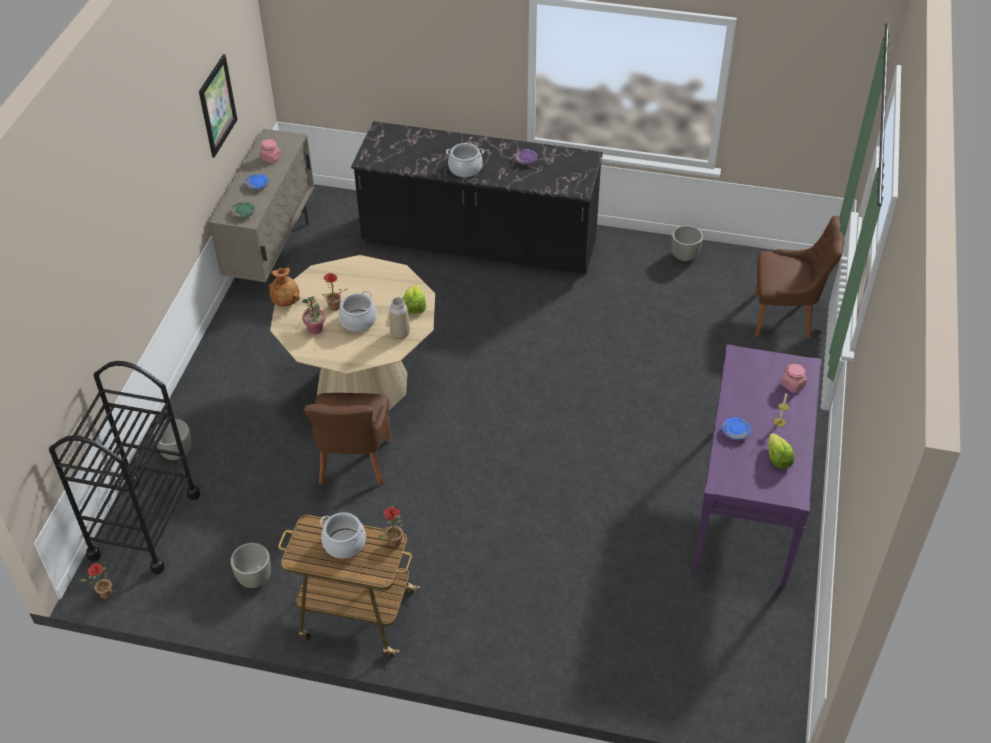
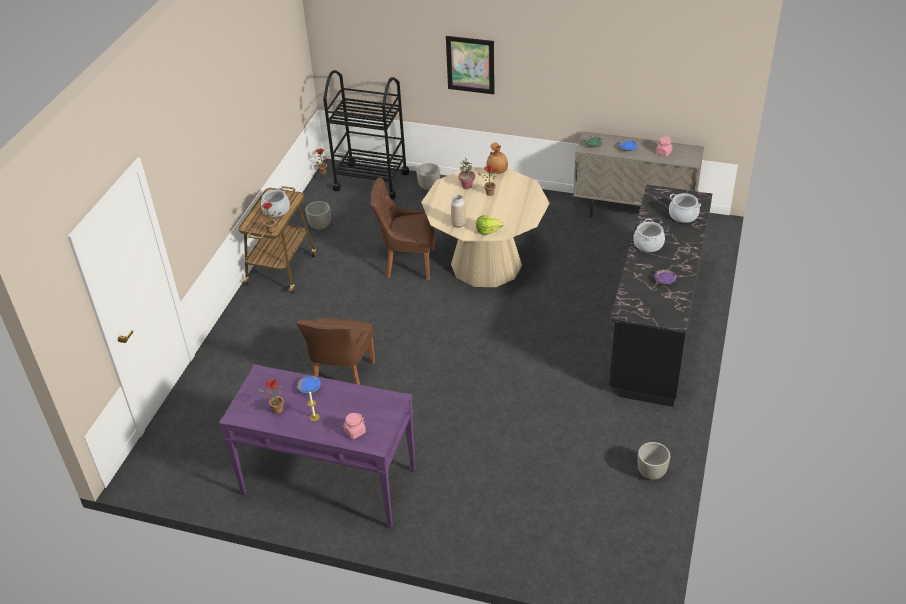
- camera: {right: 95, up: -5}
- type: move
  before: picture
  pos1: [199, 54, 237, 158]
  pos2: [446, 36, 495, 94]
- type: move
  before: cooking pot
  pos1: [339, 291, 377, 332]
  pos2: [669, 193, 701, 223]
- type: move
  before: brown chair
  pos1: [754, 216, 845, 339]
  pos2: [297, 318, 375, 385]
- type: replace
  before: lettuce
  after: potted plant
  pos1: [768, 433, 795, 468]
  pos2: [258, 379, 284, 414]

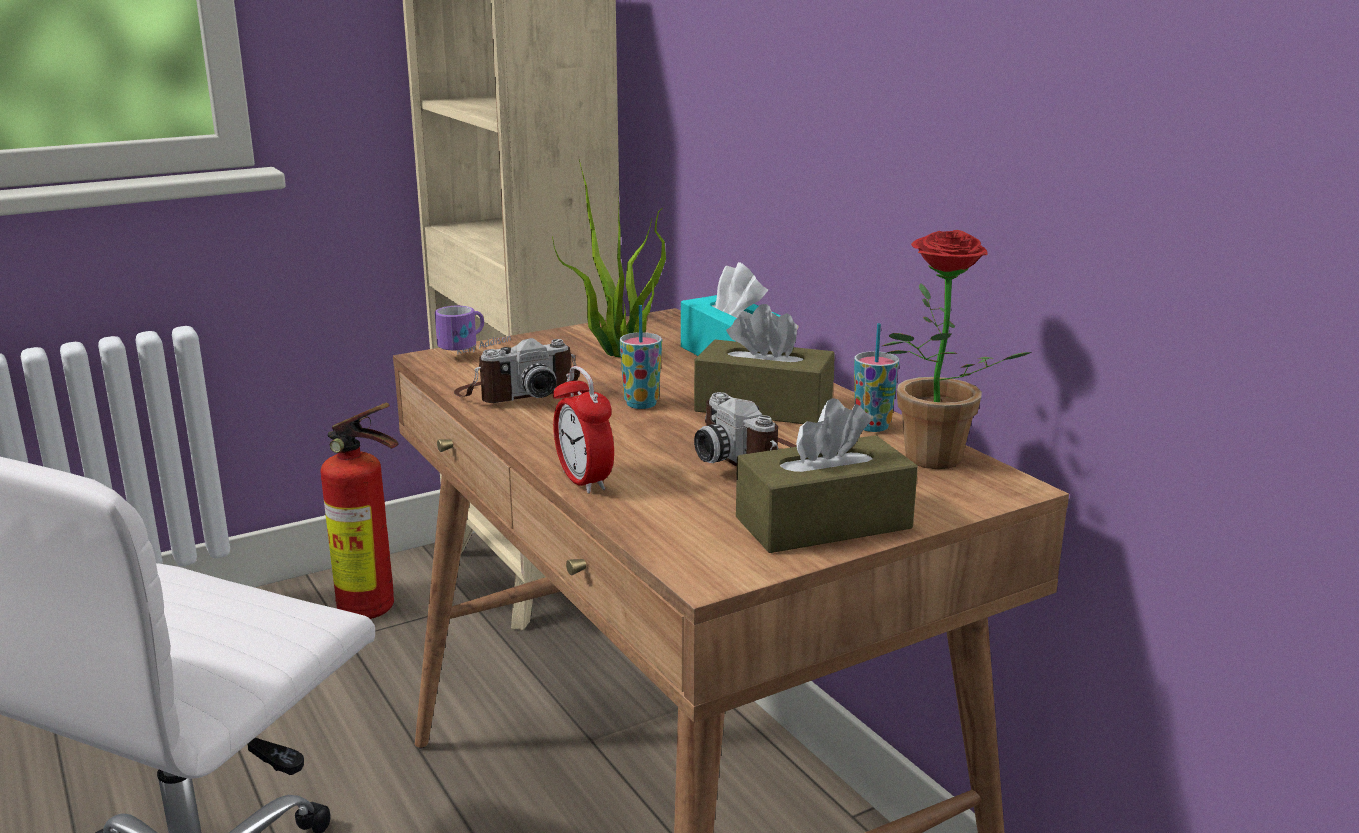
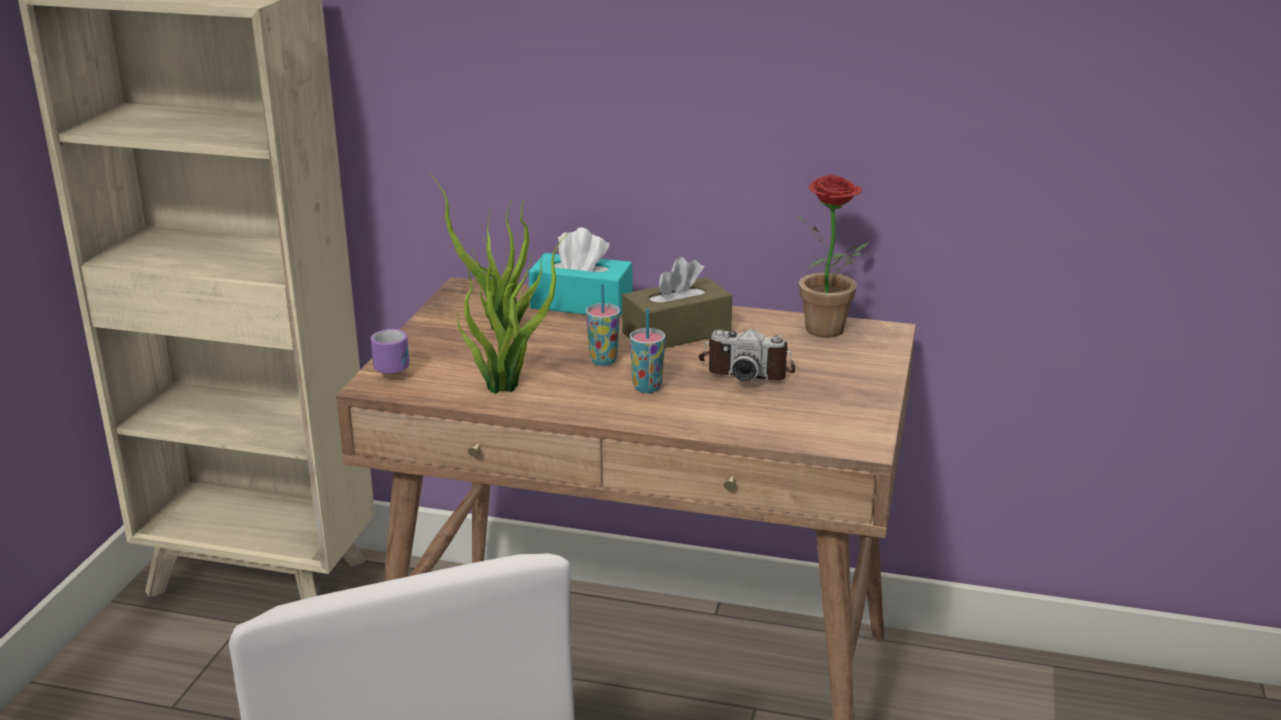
- camera: {right: -45, up: 5}
- type: delete
  before: fire extinguisher
  pos1: [321, 402, 399, 619]
- type: replace
  before: photo camera
  after: potted plant
  pos1: [454, 338, 580, 403]
  pos2: [456, 233, 568, 394]
- type: delete
  before: alarm clock
  pos1: [553, 366, 614, 494]
- type: delete
  before: brown tissue box
  pos1: [736, 398, 918, 553]
- type: move
  before: cup
  pos1: [854, 323, 899, 432]
  pos2: [630, 308, 665, 393]

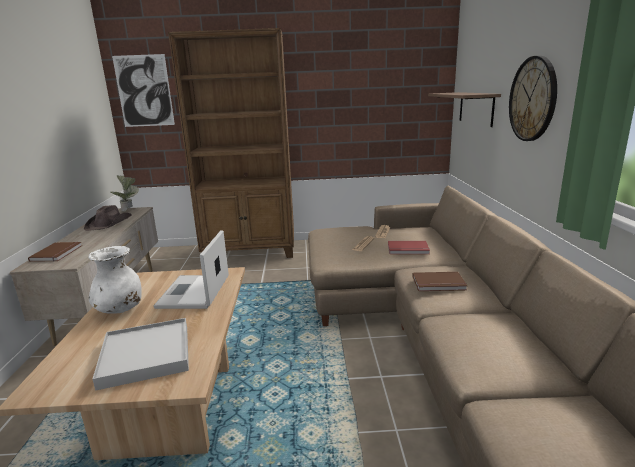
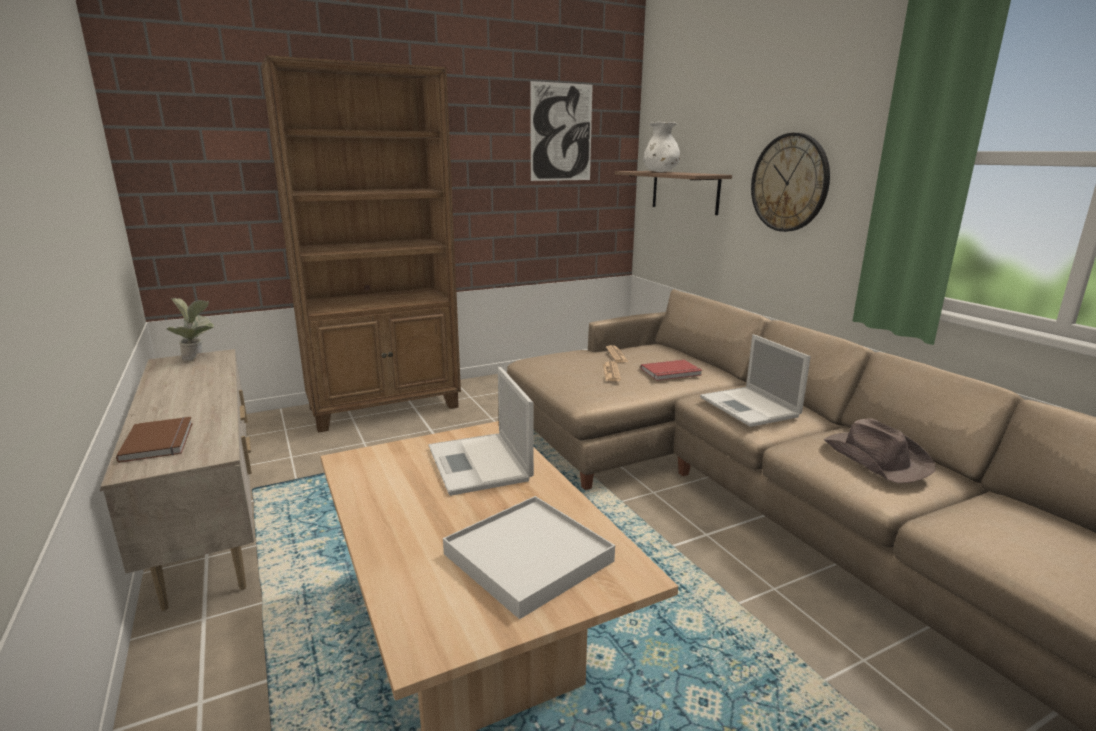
- camera: {right: -25, up: 0}
- type: move
  before: brown hat
  pos1: [84, 205, 132, 231]
  pos2: [823, 418, 935, 483]
- type: move
  before: white vase
  pos1: [88, 246, 142, 314]
  pos2: [643, 122, 680, 172]
- type: move
  before: picture
  pos1: [112, 54, 175, 127]
  pos2: [530, 81, 593, 181]
- type: replace
  before: brown book
  after: laptop
  pos1: [412, 272, 467, 291]
  pos2: [700, 334, 811, 427]

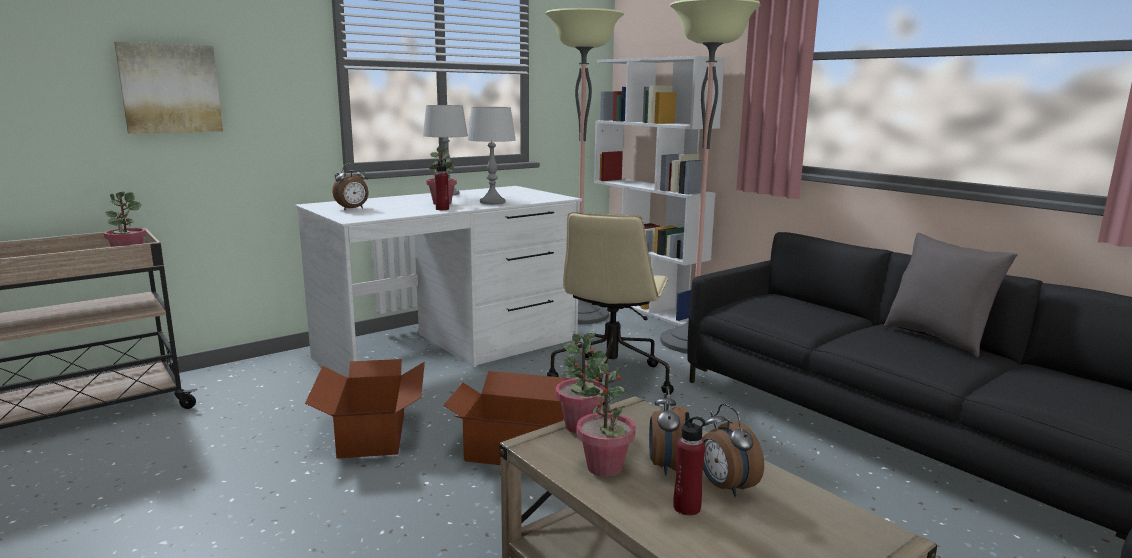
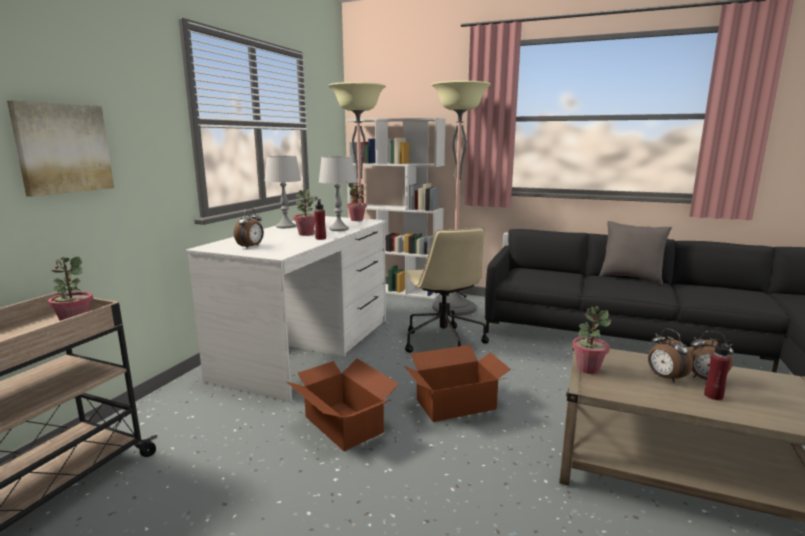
- camera: {right: -30, up: 0}
- type: move
  before: potted plant
  pos1: [577, 363, 635, 477]
  pos2: [347, 182, 367, 221]

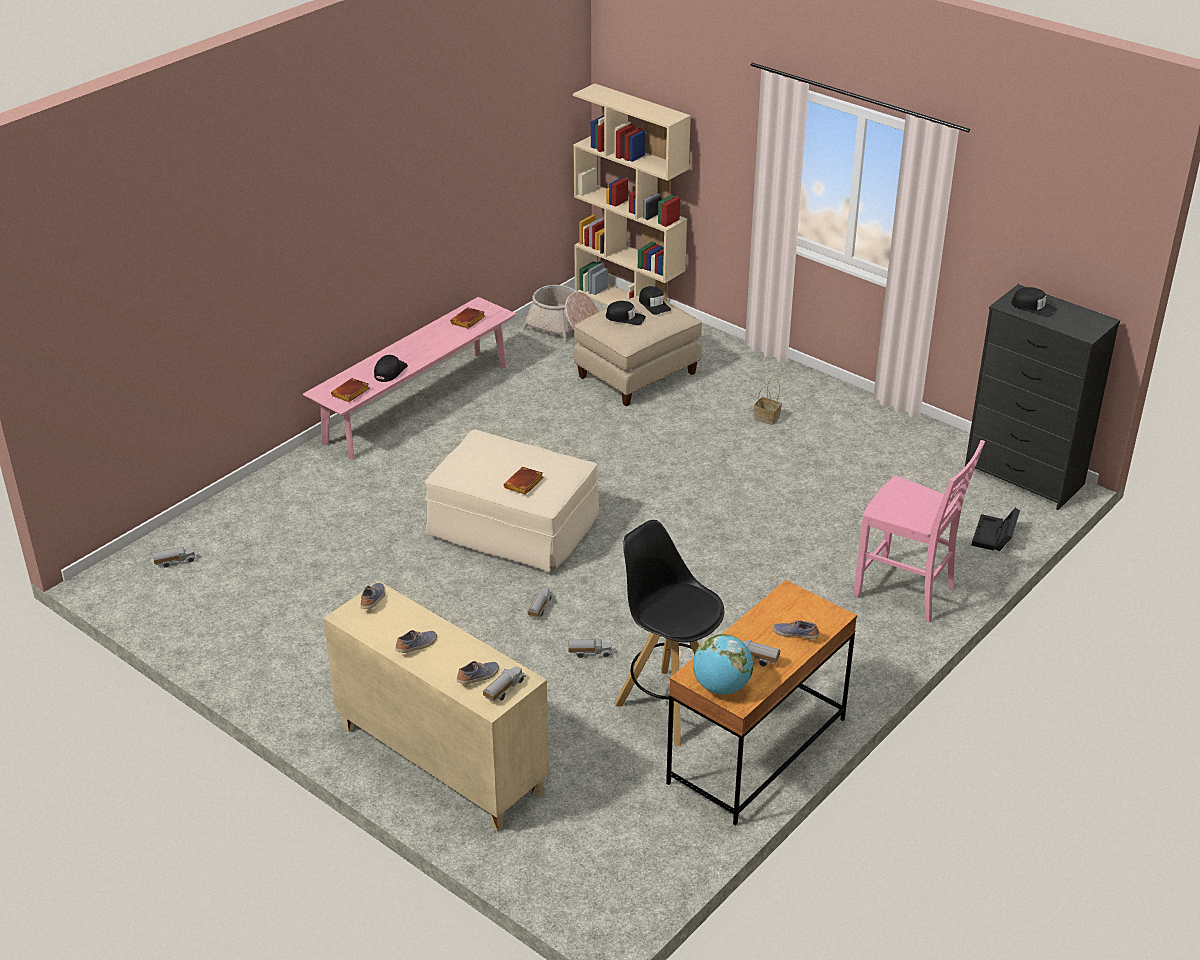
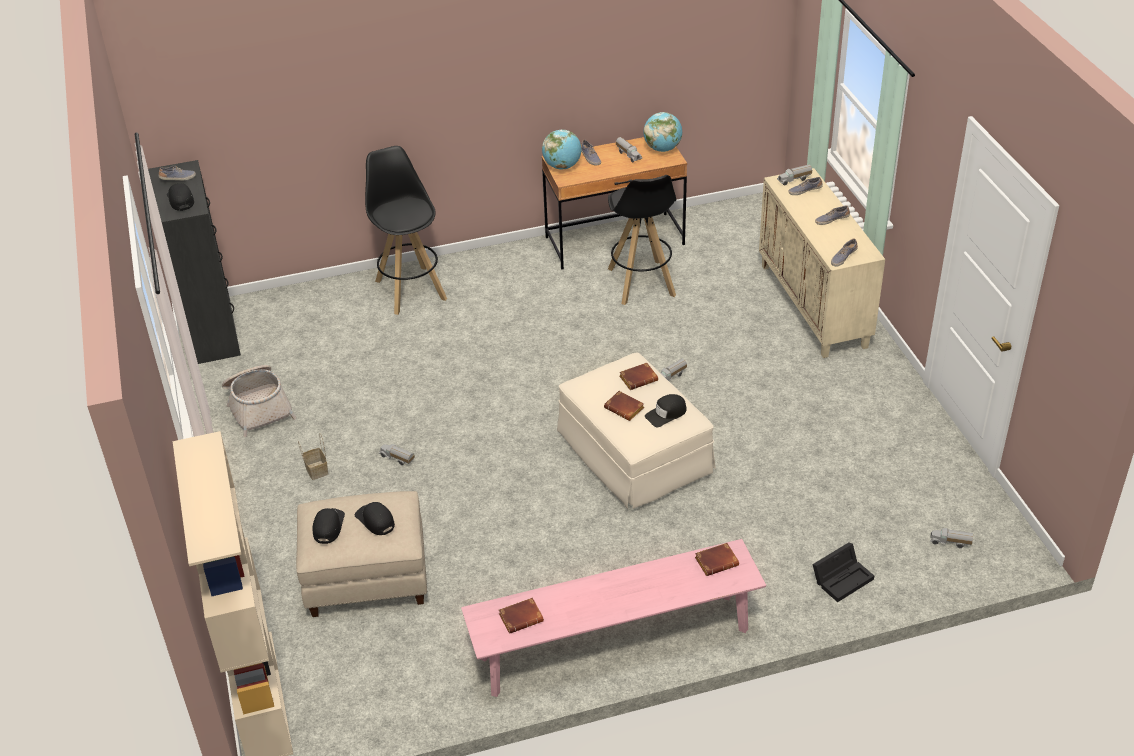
- camera: {right: -145, up: 5}
- type: move
  before: black cap
  pos1: [374, 355, 408, 382]
  pos2: [645, 394, 687, 427]
- type: move
  before: basket
  pos1: [522, 285, 599, 341]
  pos2: [222, 365, 296, 437]
- type: move
  before: toy truck
  pos1: [568, 638, 612, 658]
  pos2: [379, 444, 415, 465]
- type: replace
  before: pink chair
  after: black stool
  pos1: [853, 440, 985, 622]
  pos2: [365, 146, 447, 315]
- type: move
  before: black storage box
  pos1: [971, 508, 1020, 552]
  pos2: [813, 542, 874, 602]
- type: insert
  after: shoe
  pos2: [159, 165, 196, 181]
- type: insert
  after: globe
  pos2: [542, 129, 581, 169]
- type: insert
  after: brown book
  pos2: [604, 391, 644, 421]

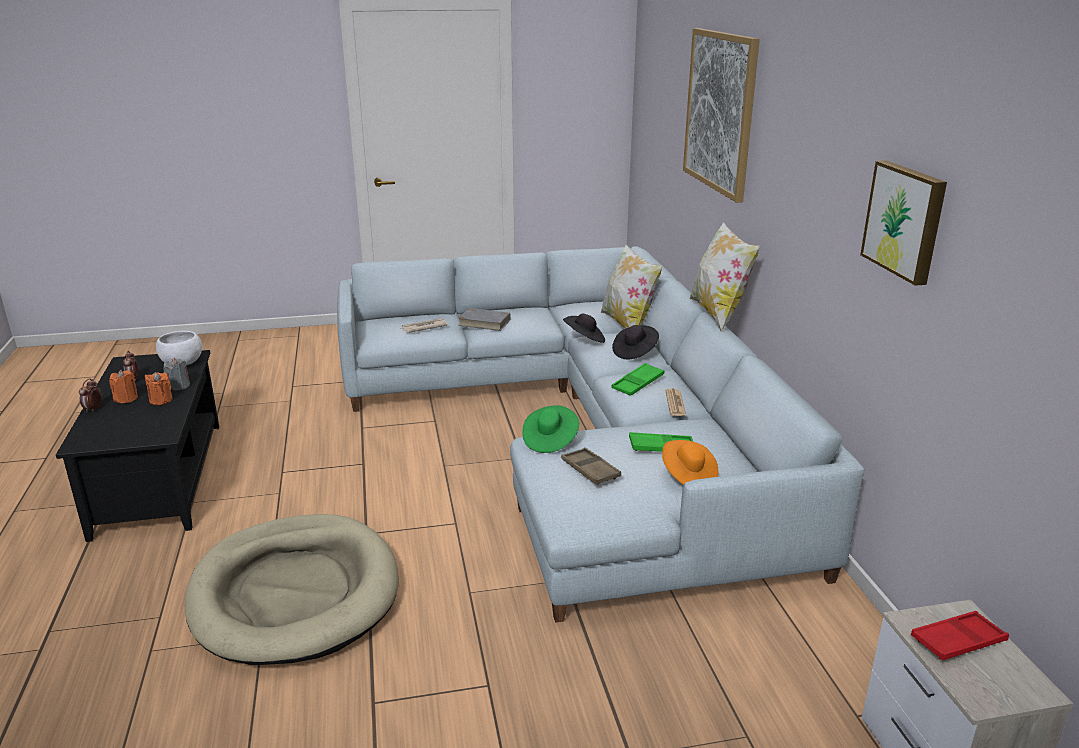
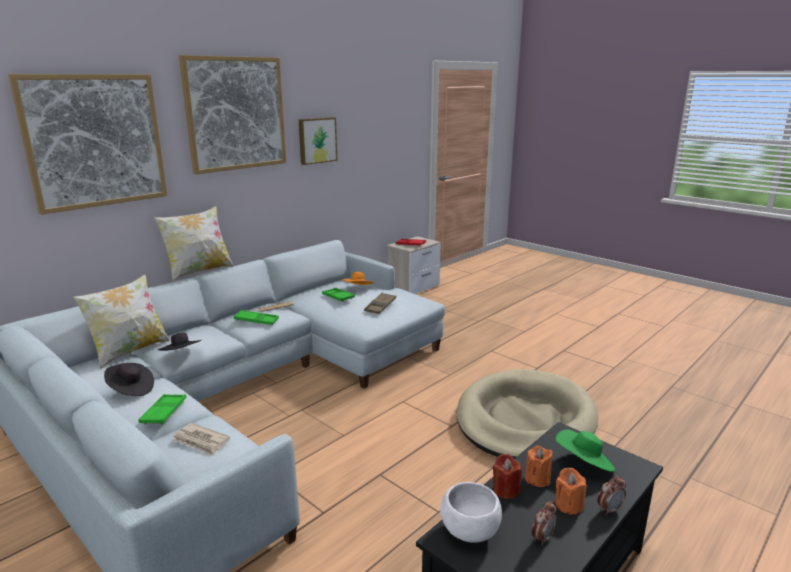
- camera: {right: -125, up: -5}
- type: recolor
  before: grey candle
  after: red candle
  pos1: [163, 358, 190, 390]
  pos2: [493, 454, 522, 499]
- type: replace
  before: grey book
  after: green tray
  pos1: [458, 308, 510, 331]
  pos2: [138, 394, 187, 425]
- type: move
  before: green hat
  pos1: [522, 405, 579, 453]
  pos2: [555, 429, 615, 472]
- type: move
  before: black hat
  pos1: [612, 325, 659, 359]
  pos2: [104, 363, 154, 396]
- type: insert
  after: picture
  pos2: [179, 55, 286, 174]

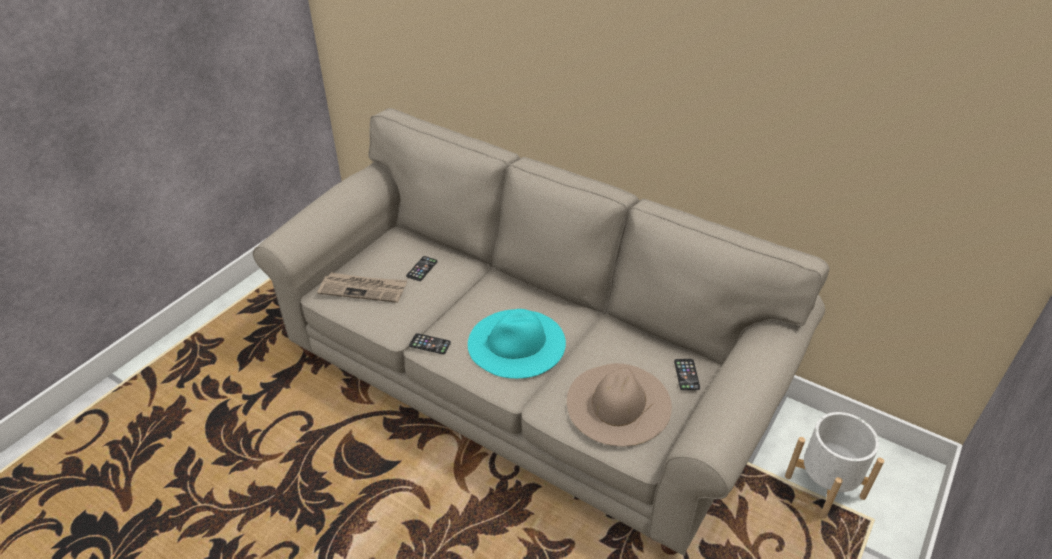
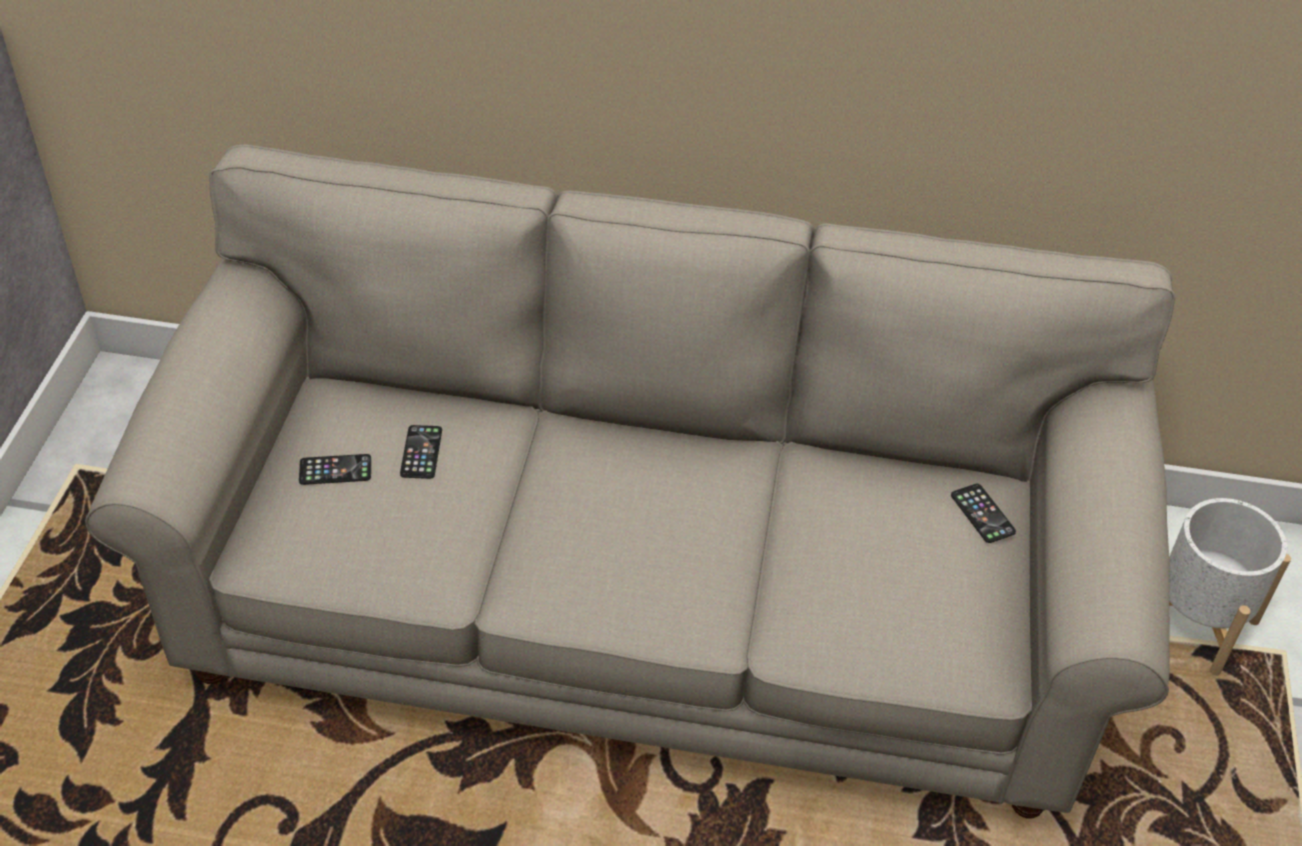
- camera: {right: -25, up: 5}
- type: delete
  before: newspaper
  pos1: [317, 273, 407, 303]
- type: move
  before: phone
  pos1: [409, 333, 451, 354]
  pos2: [299, 454, 371, 485]
- type: delete
  before: turquoise hat
  pos1: [468, 309, 566, 379]
- type: delete
  before: beige hat
  pos1: [567, 363, 672, 446]

